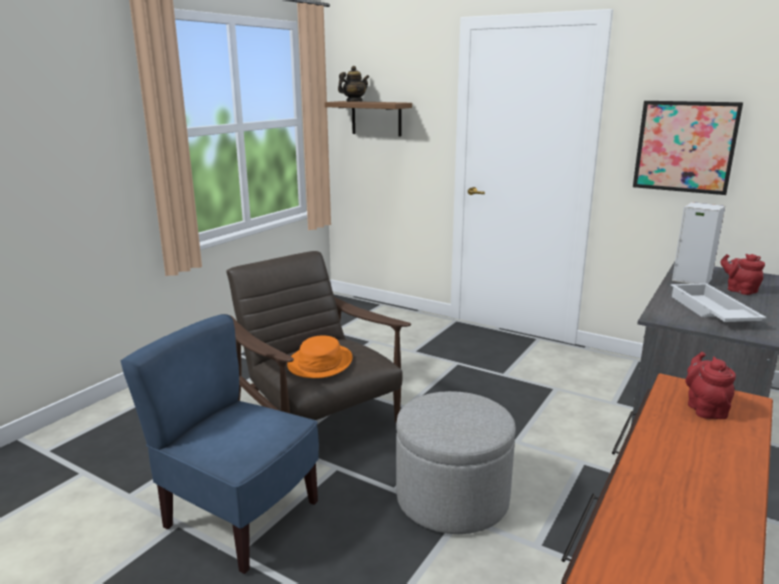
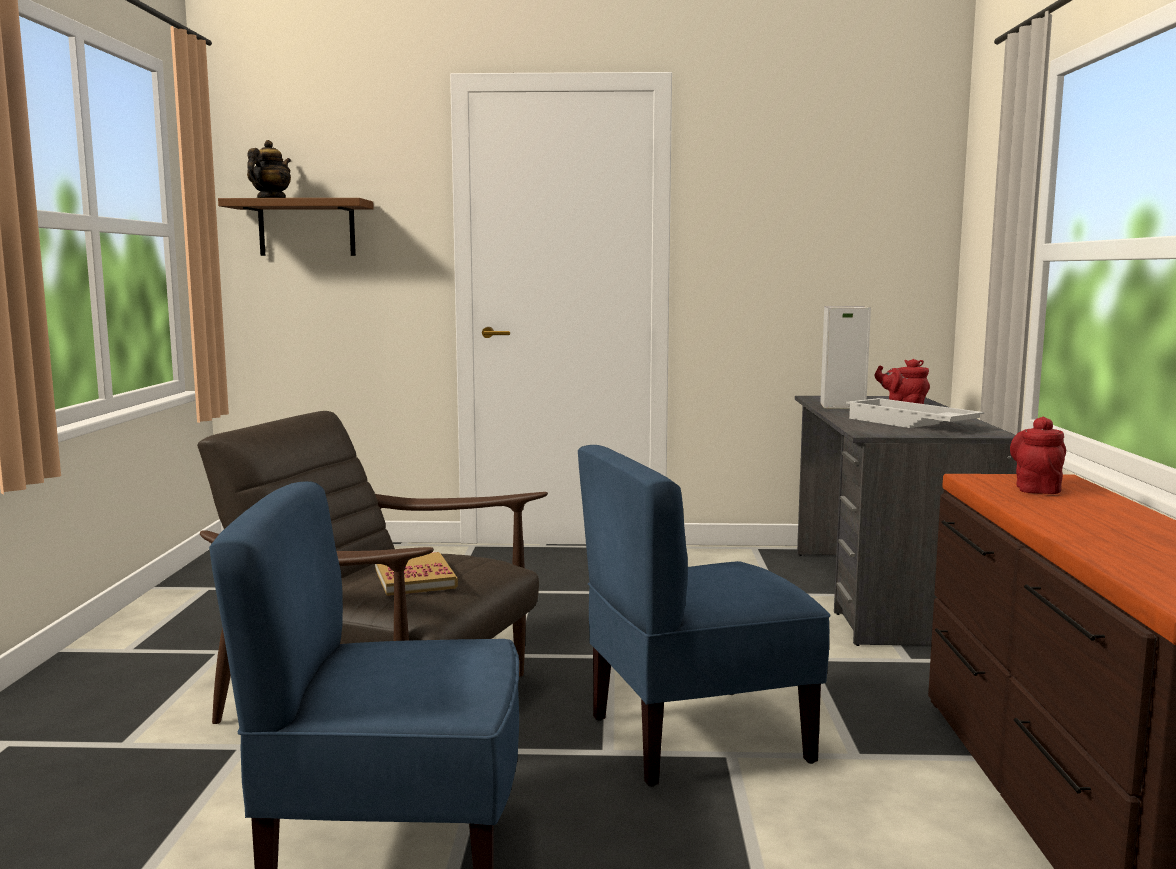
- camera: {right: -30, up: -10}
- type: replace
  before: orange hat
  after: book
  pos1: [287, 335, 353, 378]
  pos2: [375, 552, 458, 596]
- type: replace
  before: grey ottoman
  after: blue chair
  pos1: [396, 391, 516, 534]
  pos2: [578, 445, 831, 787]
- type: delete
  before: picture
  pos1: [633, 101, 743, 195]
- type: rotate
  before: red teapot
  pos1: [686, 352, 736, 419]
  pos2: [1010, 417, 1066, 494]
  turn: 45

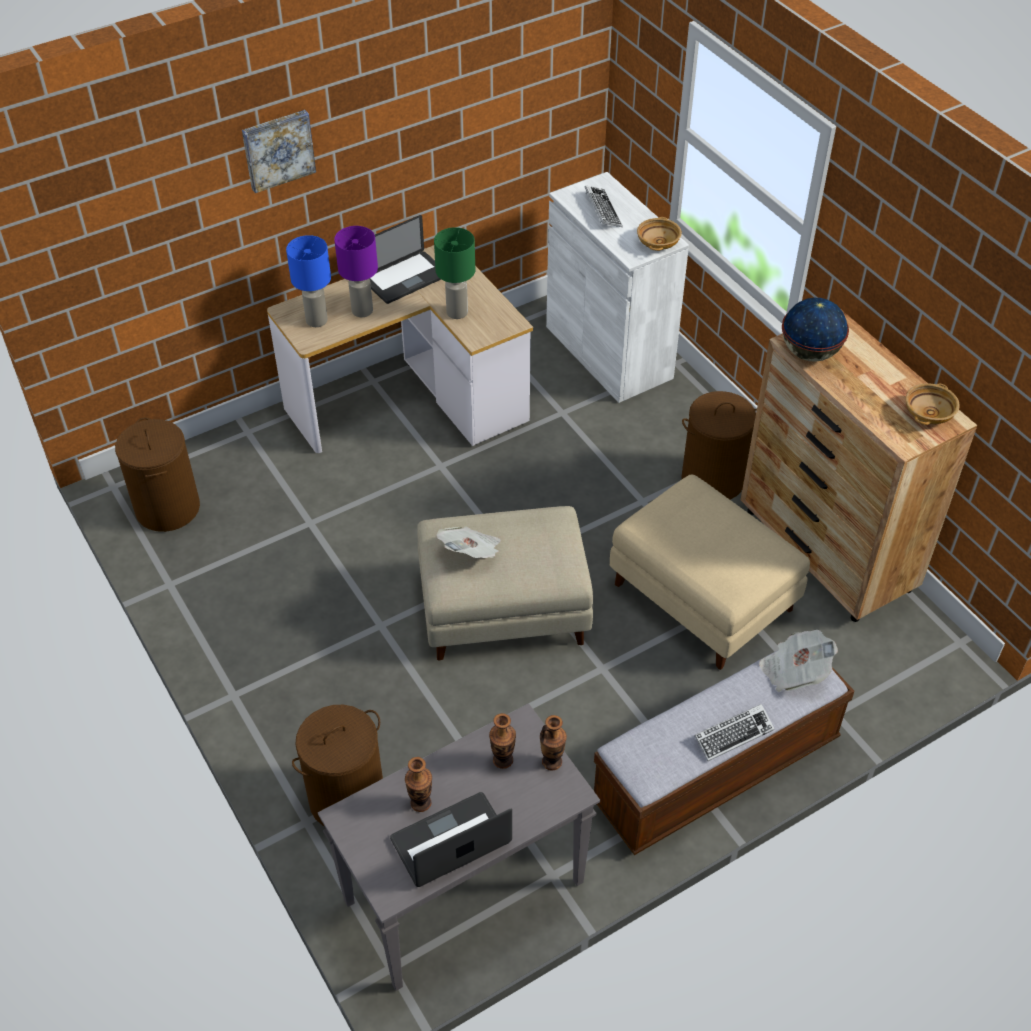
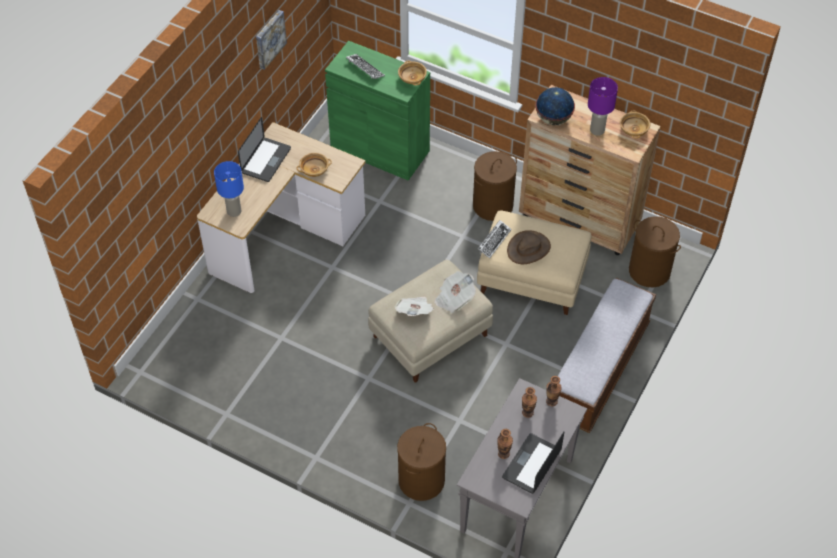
- camera: {right: -30, up: 5}
- type: move
  before: brown laundry basket
  pos1: [115, 417, 200, 532]
  pos2: [629, 216, 681, 287]
- type: move
  before: picture
  pos1: [242, 110, 316, 193]
  pos2: [256, 10, 287, 70]
- type: move
  before: purple table lamp
  pos1: [334, 226, 378, 317]
  pos2: [588, 77, 618, 136]
- type: replace
  before: green table lamp
  after: beige bowl
  pos1: [434, 227, 475, 319]
  pos2: [296, 153, 332, 177]
- type: recolor
  before: white cabinet
  after: green cabinet
  pos1: [546, 172, 689, 403]
  pos2: [325, 41, 430, 181]
- type: move
  before: keyboard
  pos1: [694, 704, 775, 761]
  pos2: [478, 220, 511, 259]
- type: move
  before: newspaper
  pos1: [759, 630, 838, 692]
  pos2: [434, 271, 476, 314]
- type: insert
  after: brown hat
  pos2: [507, 230, 551, 264]

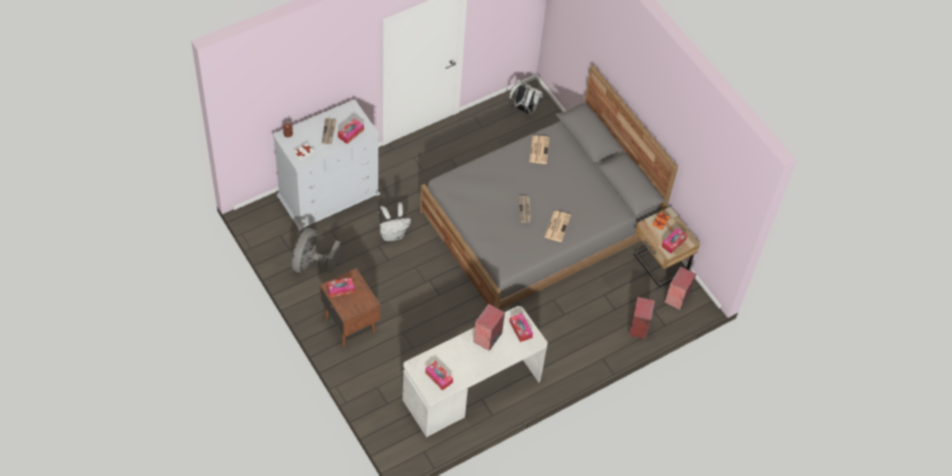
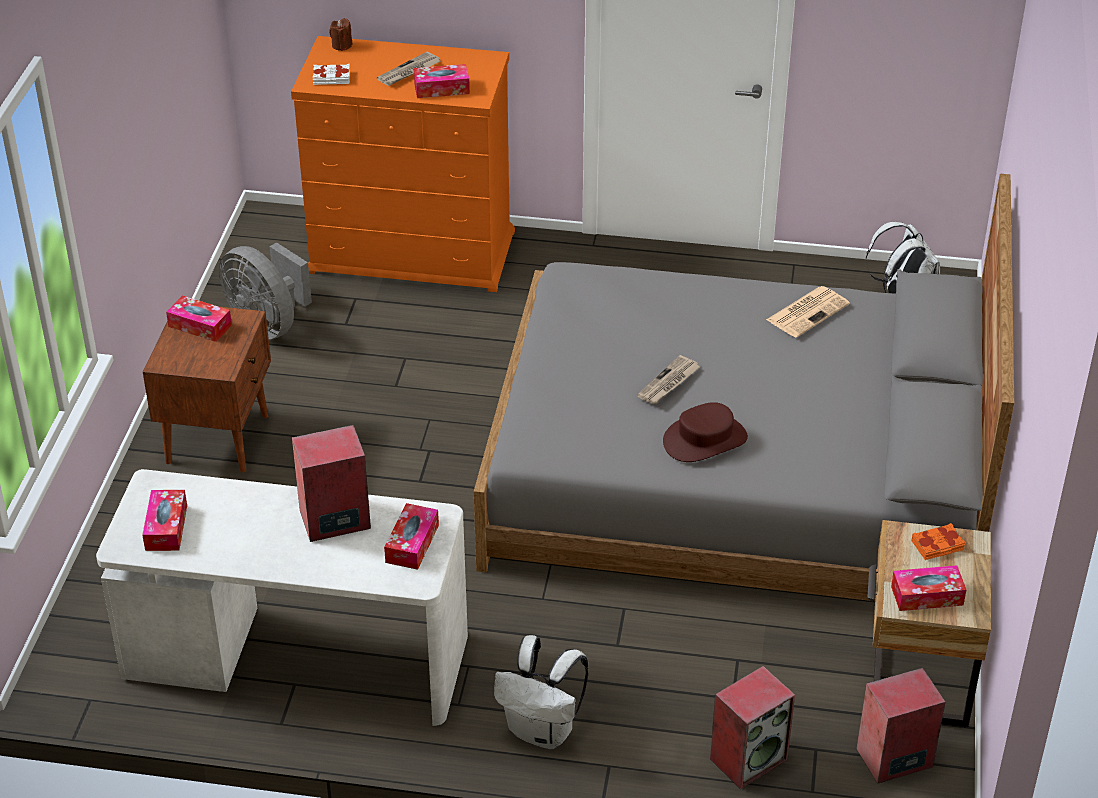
- camera: {right: 45, up: -15}
- type: recolor
  before: white dresser
  after: orange dresser
  pos1: [272, 99, 380, 231]
  pos2: [291, 36, 515, 292]
- type: rotate
  before: grey fan
  pos1: [292, 228, 341, 273]
  pos2: [219, 242, 312, 339]
  turn: -105
- type: move
  before: white backpack
  pos1: [378, 202, 411, 241]
  pos2: [494, 635, 588, 749]
- type: replace
  before: newspaper
  after: brown hat
  pos1: [544, 211, 571, 242]
  pos2: [663, 402, 748, 462]

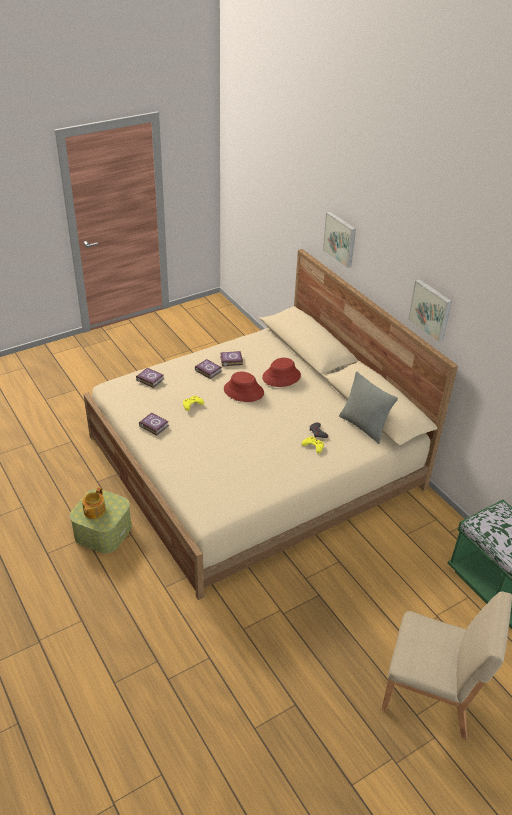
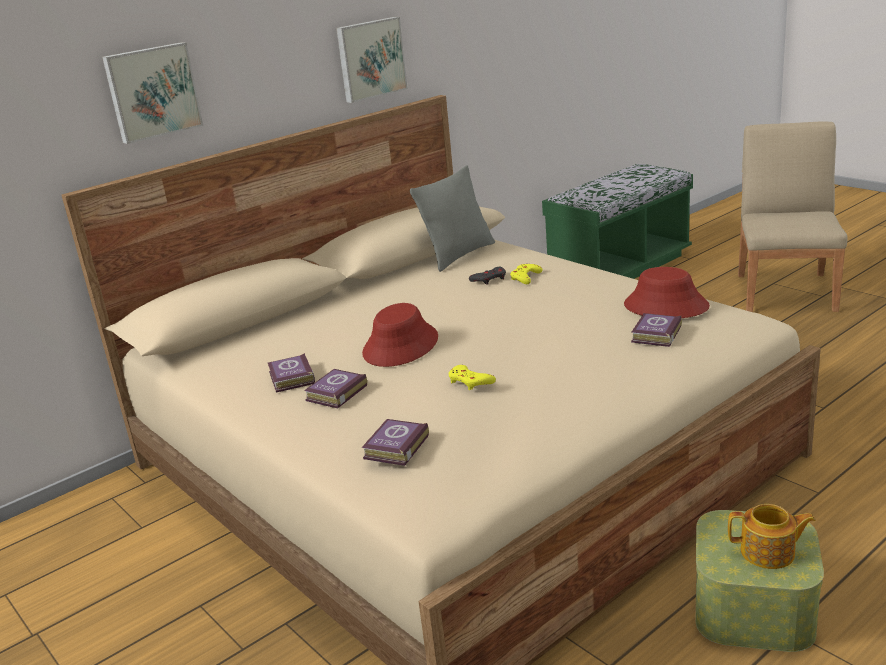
- camera: {right: -95, up: -15}
- type: move
  before: book
  pos1: [139, 413, 169, 435]
  pos2: [631, 313, 682, 347]
- type: move
  before: red hat
  pos1: [262, 358, 301, 387]
  pos2: [624, 267, 710, 318]

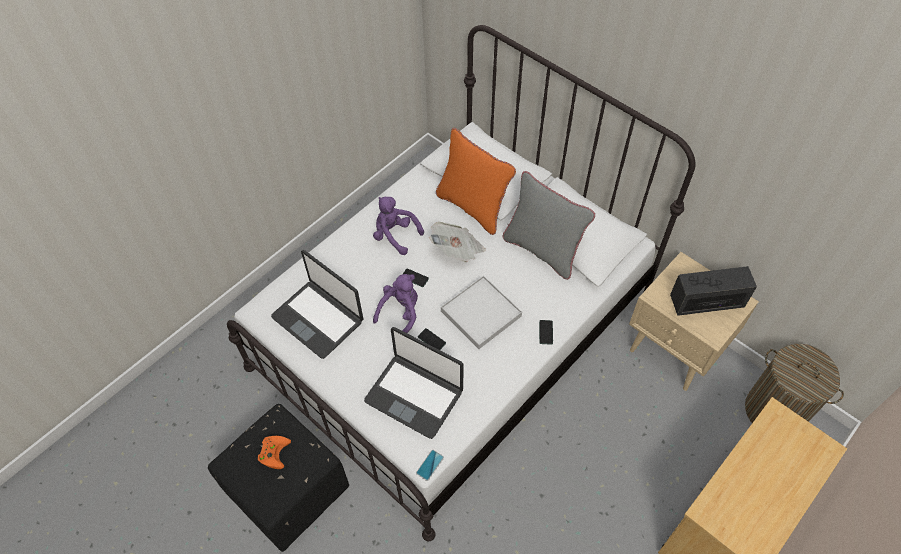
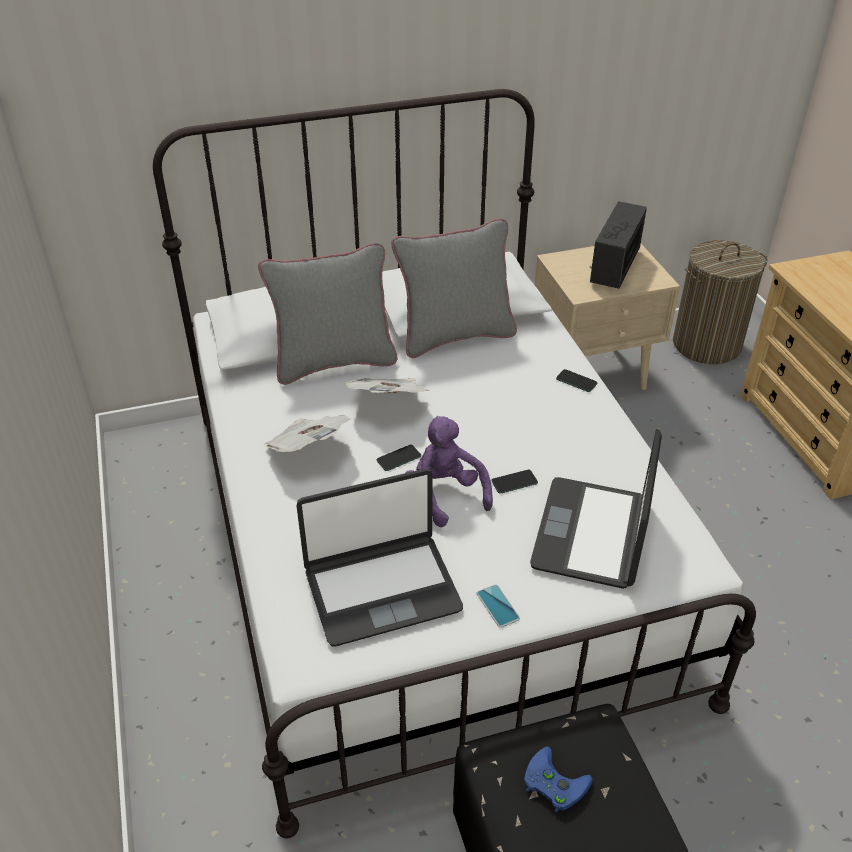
- camera: {right: -60, up: -15}
- type: recolor
  before: orange game controller
  after: blue game controller
  pos1: [258, 436, 291, 469]
  pos2: [524, 747, 592, 812]
- type: rotate
  before: laptop
  pos1: [364, 327, 464, 439]
  pos2: [530, 429, 662, 589]
  turn: 135
- type: replace
  before: purple plush toy
  after: newspaper
  pos1: [373, 197, 424, 255]
  pos2: [265, 415, 351, 452]
- type: move
  before: phone
  pos1: [416, 450, 444, 481]
  pos2: [477, 585, 520, 628]
- type: recolor
  before: orange pillow
  after: grey pillow
  pos1: [436, 128, 516, 235]
  pos2: [258, 243, 397, 385]
- type: delete
  before: white tray
  pos1: [441, 275, 522, 349]

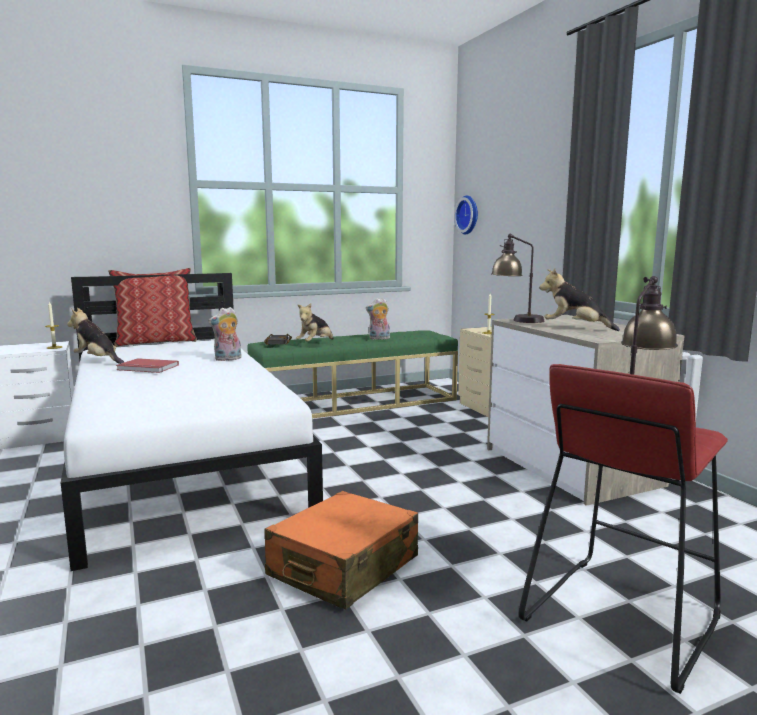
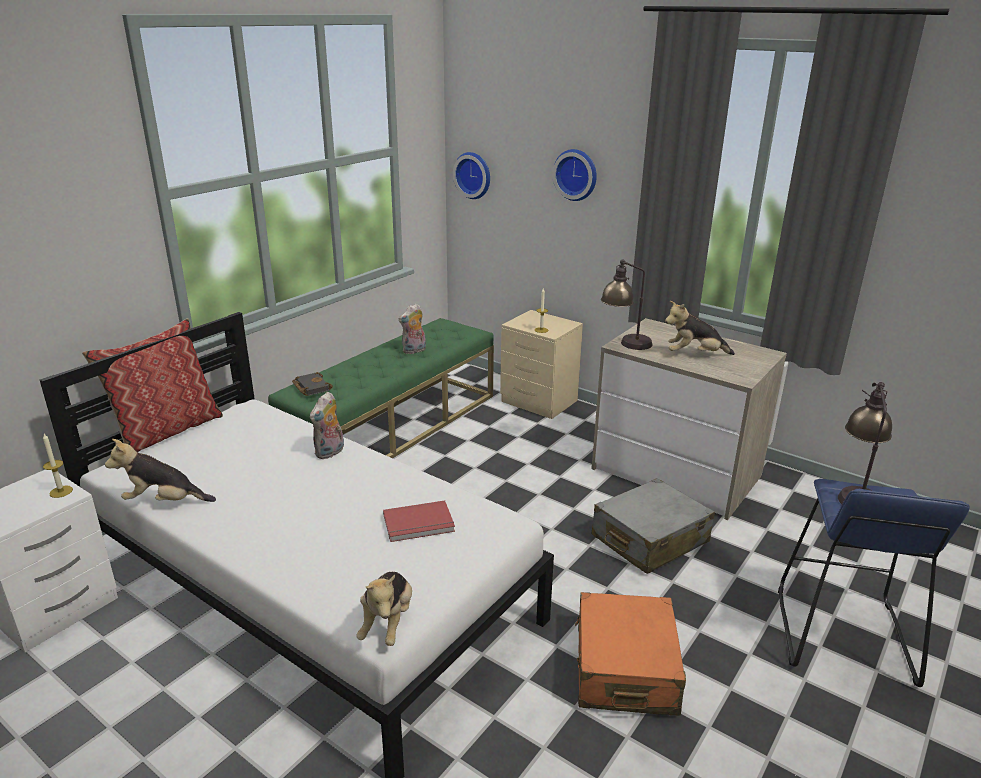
- camera: {right: -30, up: 15}
- type: move
  before: red book
  pos1: [116, 358, 179, 373]
  pos2: [383, 500, 455, 542]
- type: move
  before: plush toy
  pos1: [296, 303, 334, 342]
  pos2: [357, 572, 412, 646]
- type: recolor
  before: red stool
  after: blue stool
  pos1: [519, 364, 728, 694]
  pos2: [778, 479, 970, 687]
- type: insert
  after: wall clock
  pos2: [552, 149, 597, 201]
- type: insert
  after: grey suitcase
  pos2: [592, 478, 715, 574]

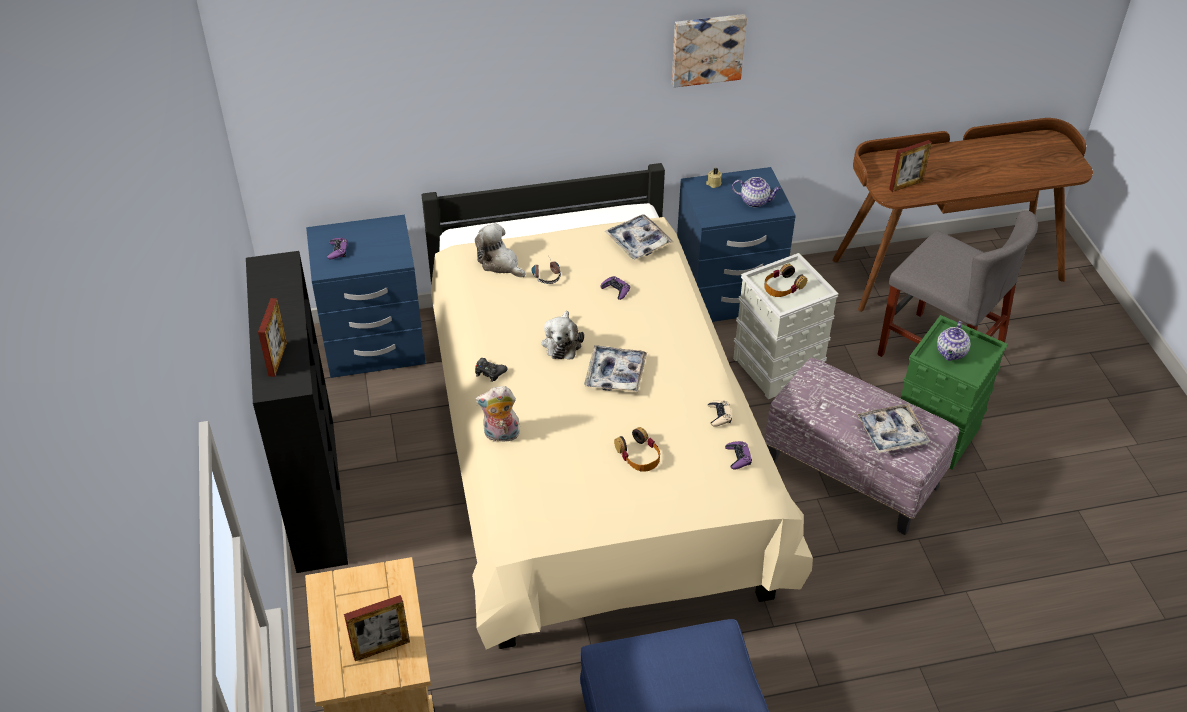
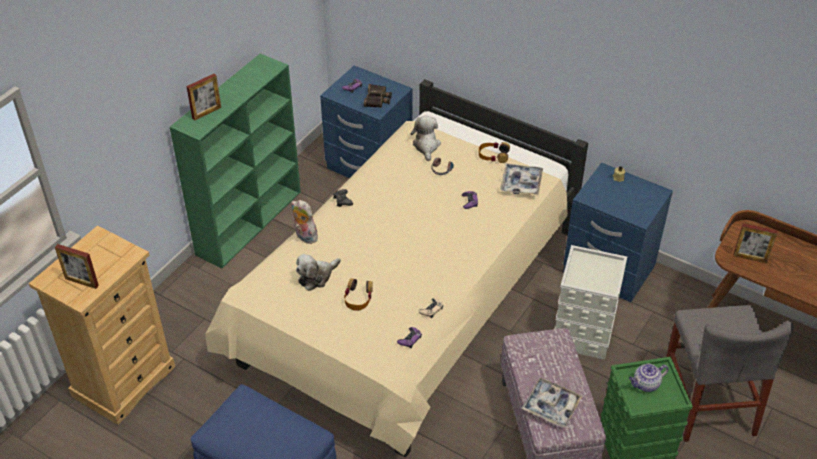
- camera: {right: 45, up: 0}
- type: recolor
  before: black bookcase
  after: green bookcase
  pos1: [246, 251, 348, 573]
  pos2: [170, 54, 301, 269]
- type: move
  before: plush toy
  pos1: [542, 311, 584, 360]
  pos2: [296, 254, 341, 291]
- type: delete
  before: tray
  pos1: [584, 345, 647, 393]
- type: delete
  before: picture
  pos1: [672, 14, 747, 88]
- type: delete
  before: teapot
  pos1: [732, 177, 781, 207]
- type: move
  before: headphones
  pos1: [764, 264, 807, 297]
  pos2: [479, 142, 510, 163]
- type: insert
  after: binoculars
  pos2: [364, 84, 392, 108]

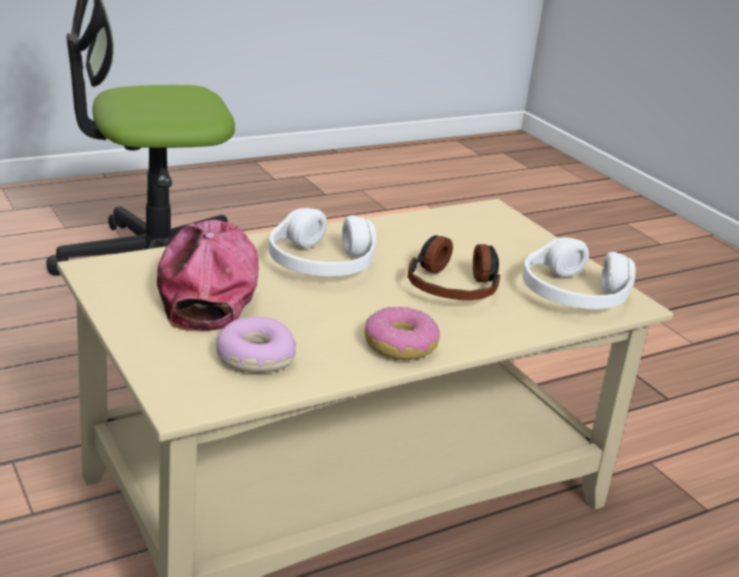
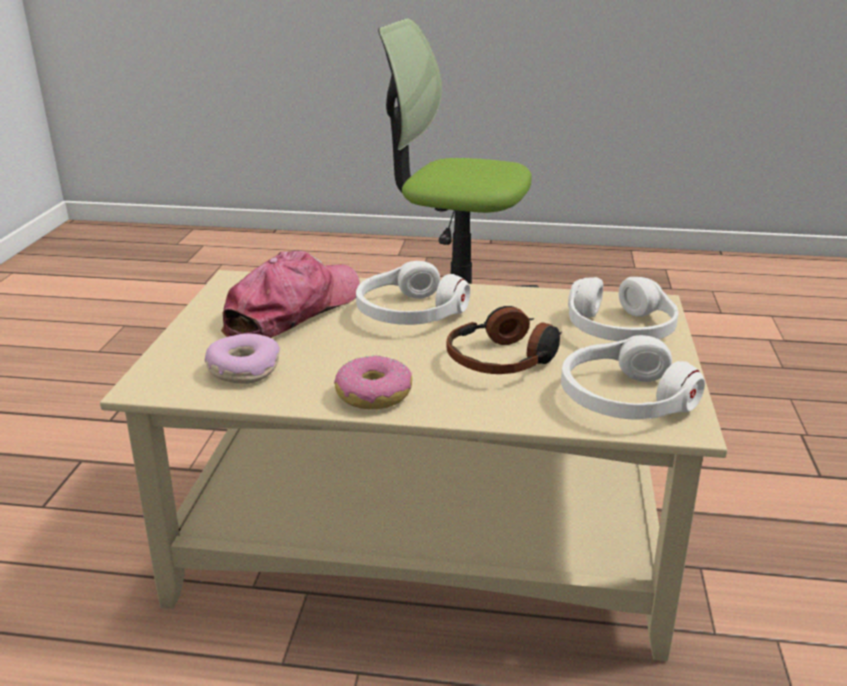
- camera: {right: 40, up: 0}
- type: insert
  after: white headphones
  pos2: [568, 277, 679, 341]

